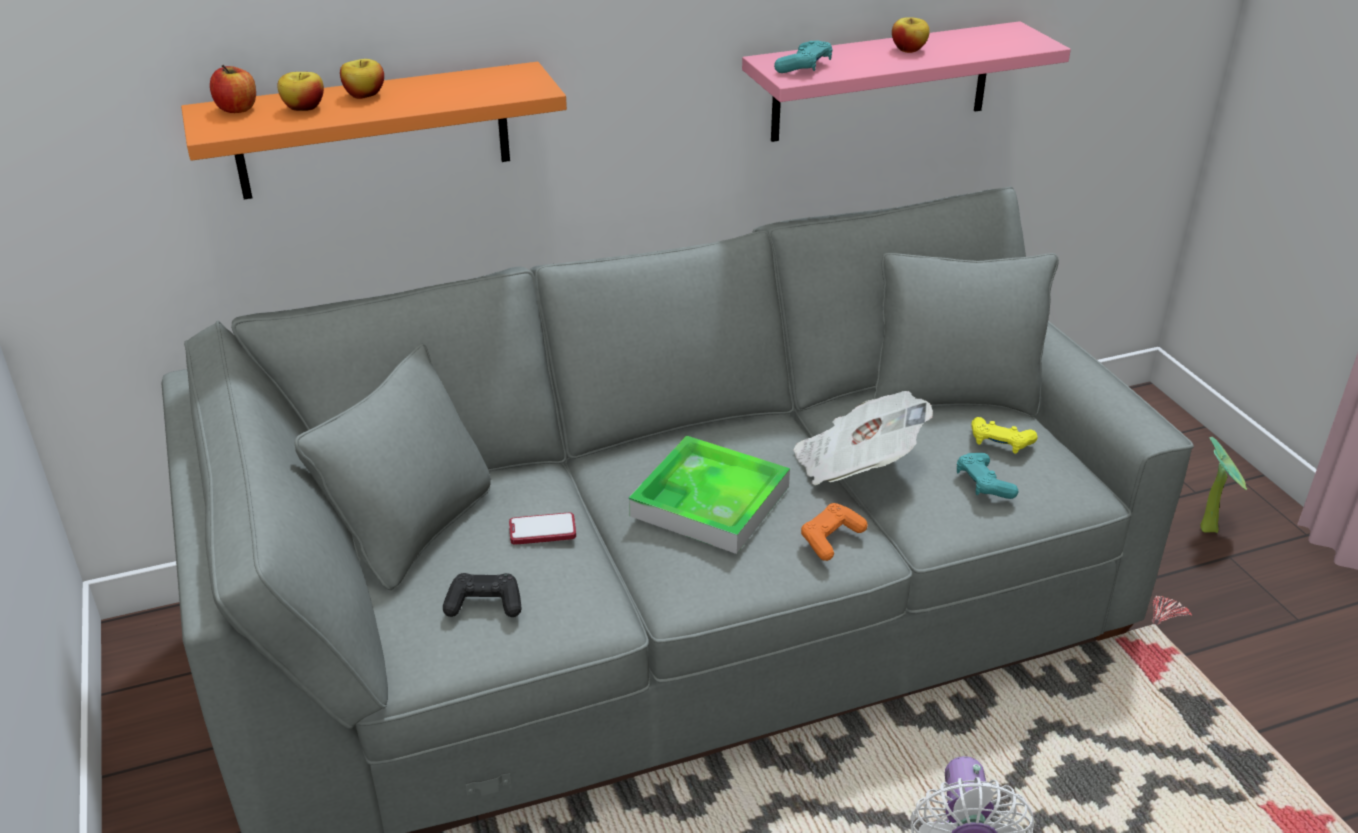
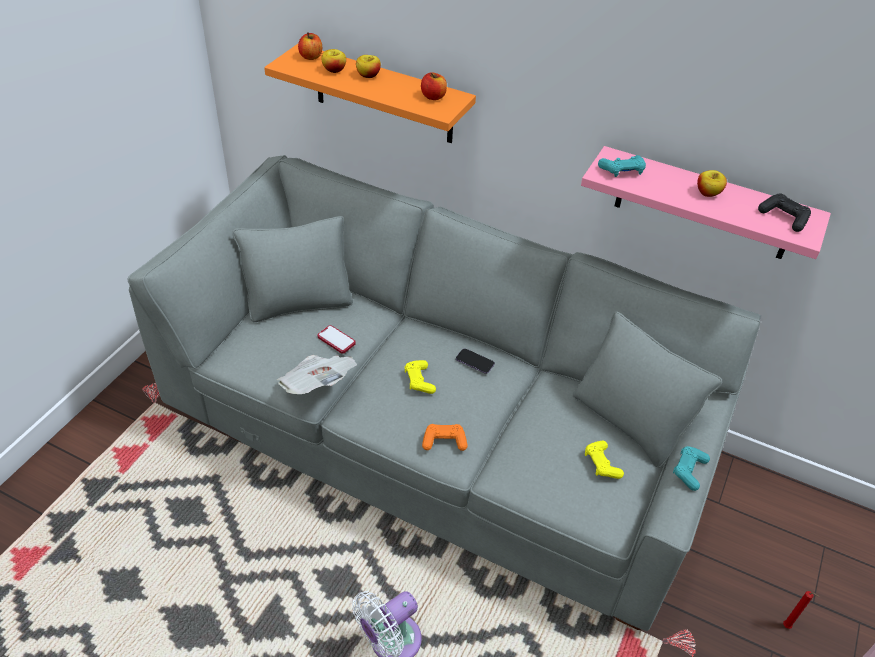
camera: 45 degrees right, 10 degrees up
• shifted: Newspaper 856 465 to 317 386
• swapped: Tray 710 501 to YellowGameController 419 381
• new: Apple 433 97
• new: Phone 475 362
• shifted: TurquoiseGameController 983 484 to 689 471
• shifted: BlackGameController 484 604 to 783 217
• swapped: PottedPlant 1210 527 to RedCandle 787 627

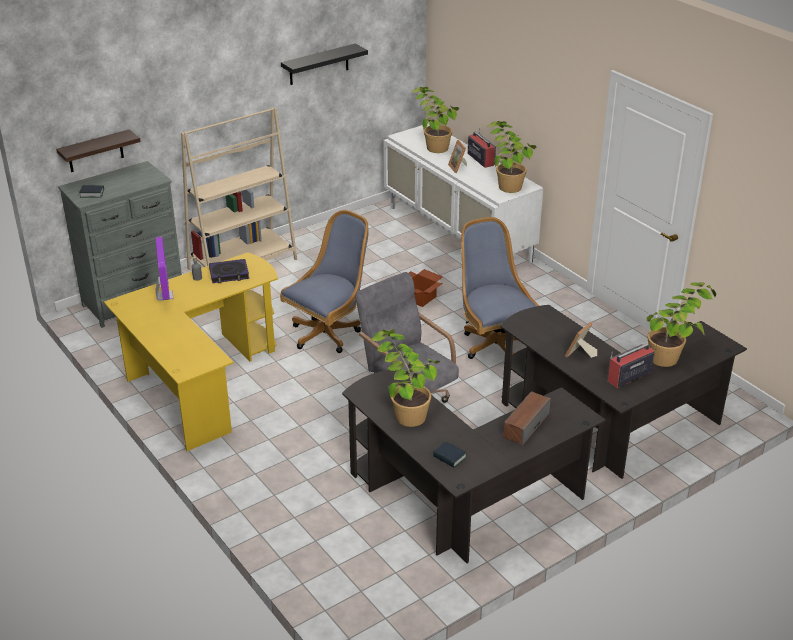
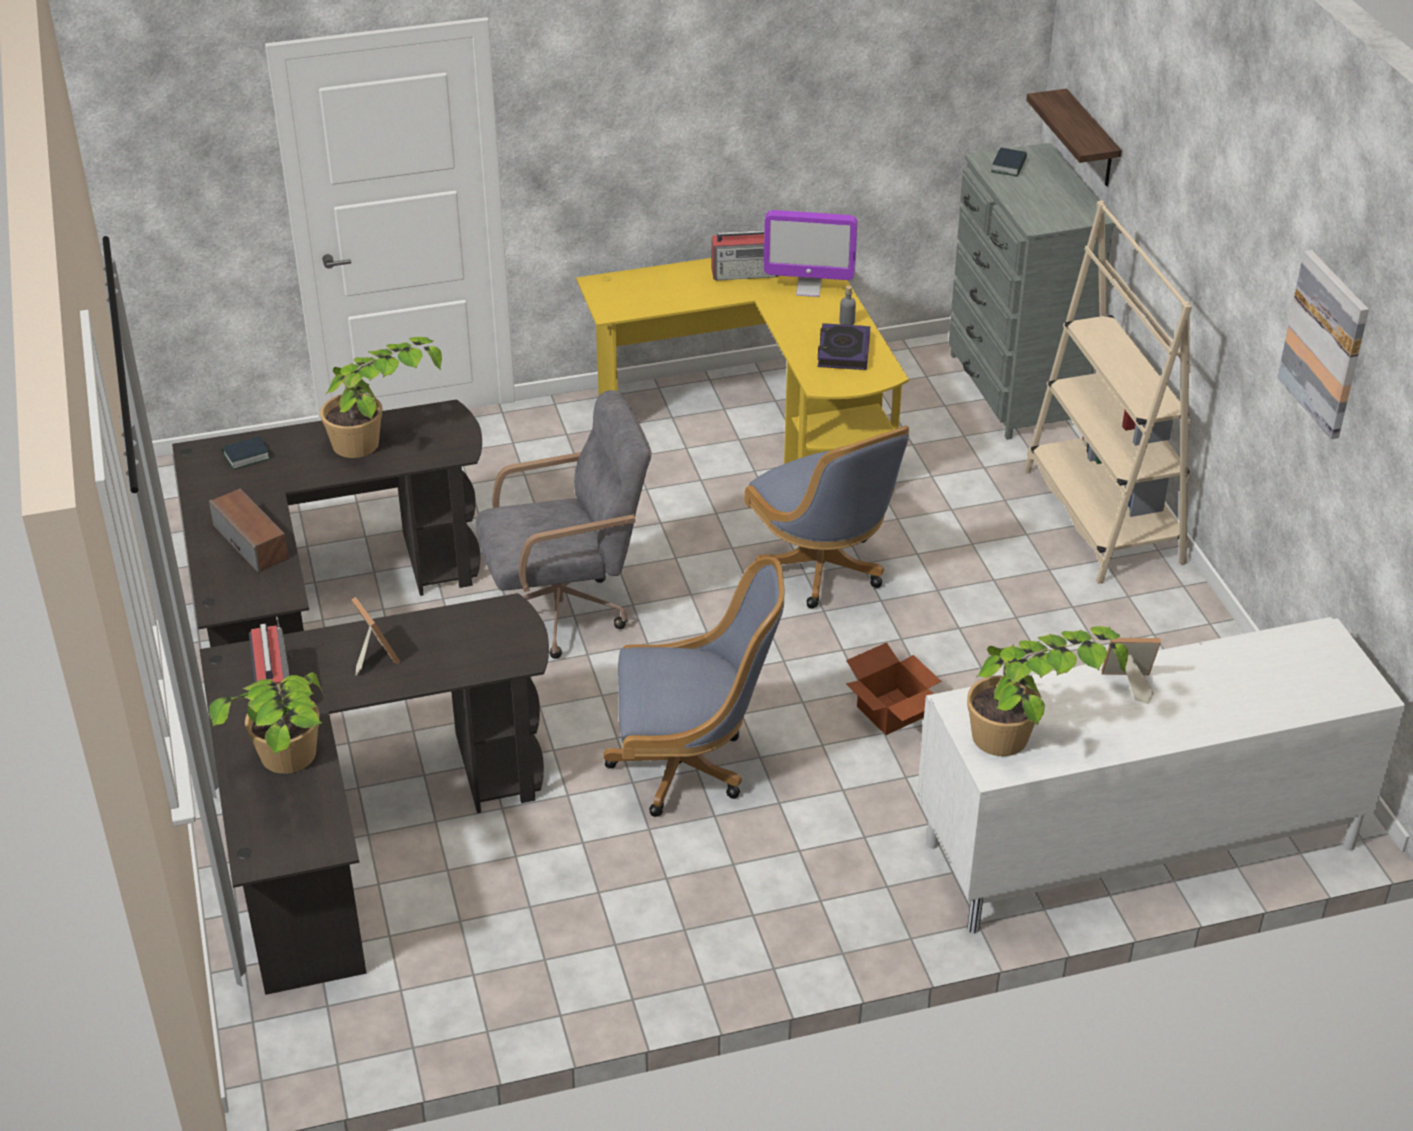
camera: 110 degrees right, 5 degrees up
• shifted: Radio 480 159 to 746 273
• swapped: BlackShelf 319 64 to Picture 1325 344
• gone: PottedPlant 433 143

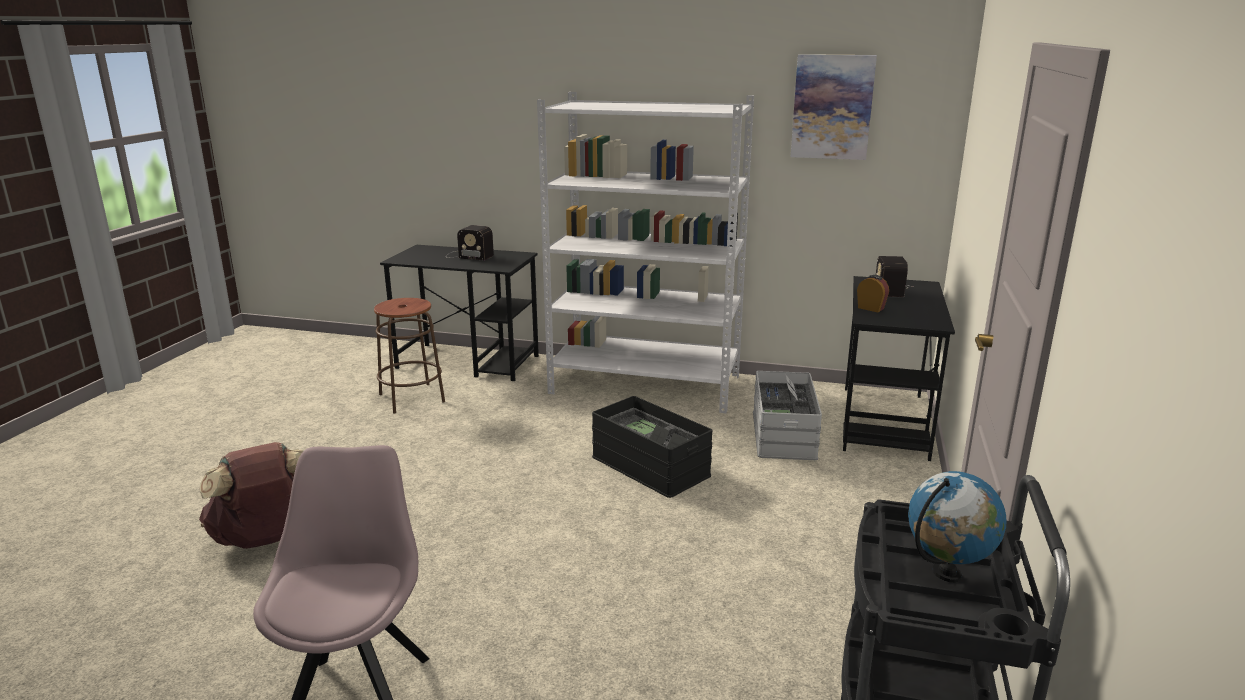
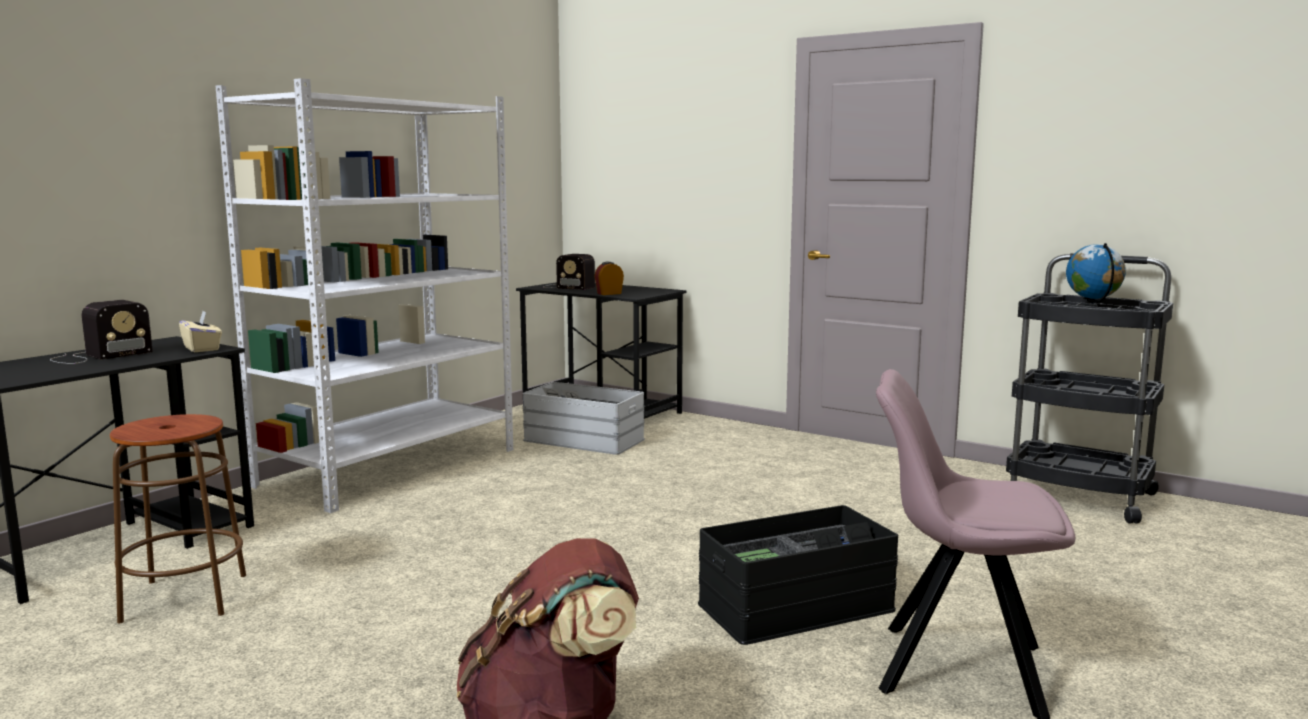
camera: 70 degrees left, 10 degrees down
• new: BeigeTissueBox 202 348
• shifted: BlackStorageBox 651 465 to 795 606
• gone: Picture 832 107

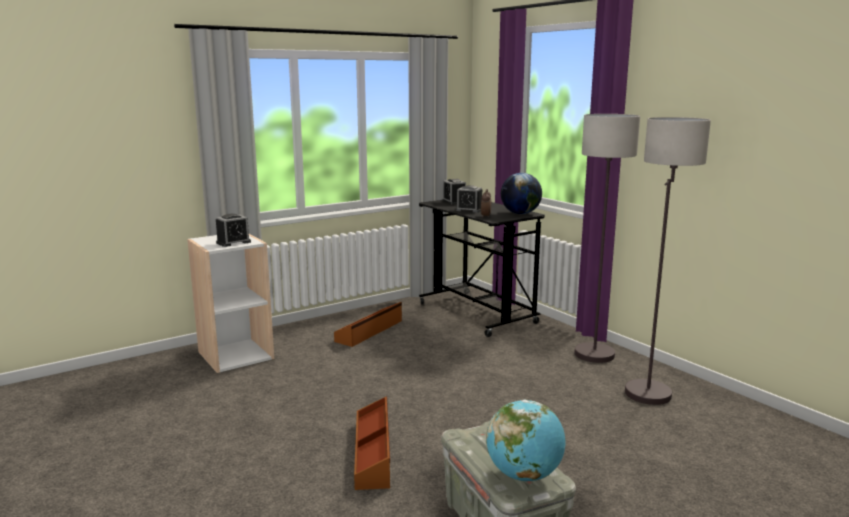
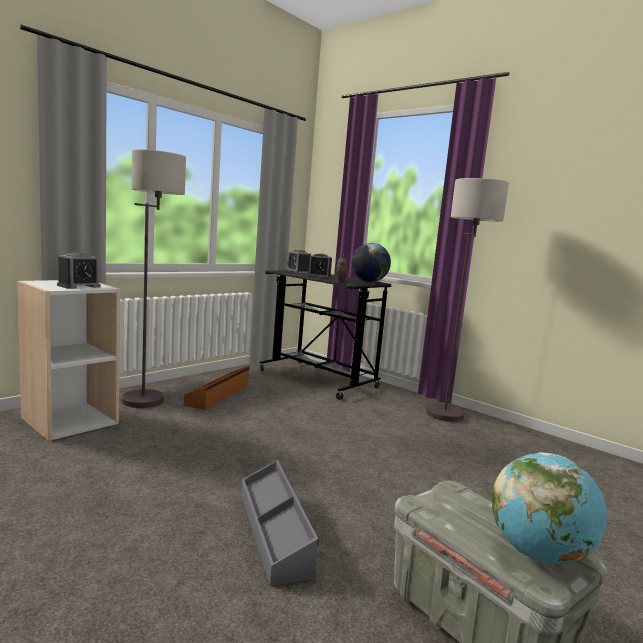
camera: 15 degrees left, 5 degrees down
• shifted: GreyFloorLamp 650 388 to 150 397
• repainted: BrownStorageBox 374 453 to GreyStorageBox 275 531

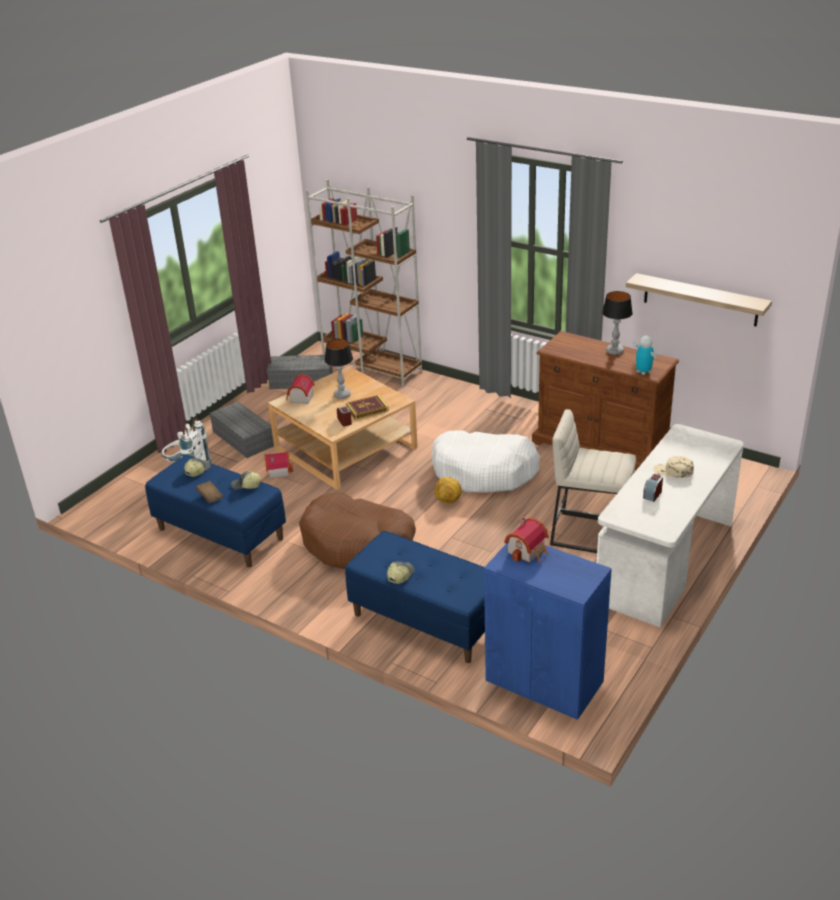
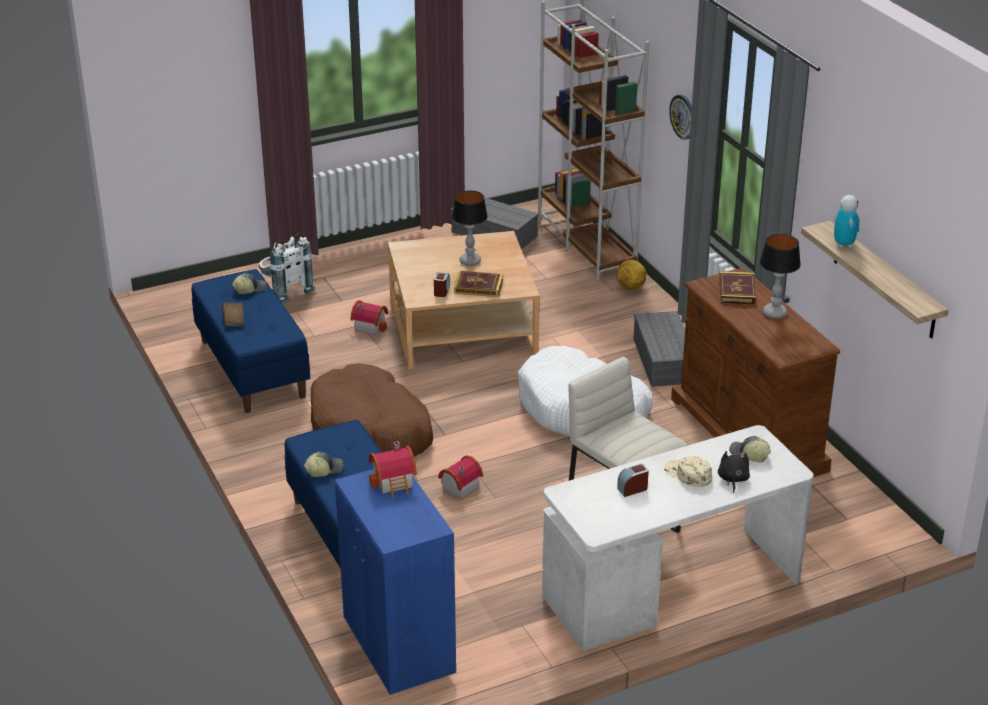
camera: 30 degrees right, 0 degrees up
• shifted: ToyHouse 300 398 to 458 487
• shifted: Football 448 501 to 630 288
• shifted: GreyStorageBox 242 438 to 662 360
• new: WallClock 683 116
• new: BlackPlushToy 733 479
• new: Book 736 291
• shifted: Cap 246 485 to 749 454
• shifted: ToyRobot 643 372 to 844 244

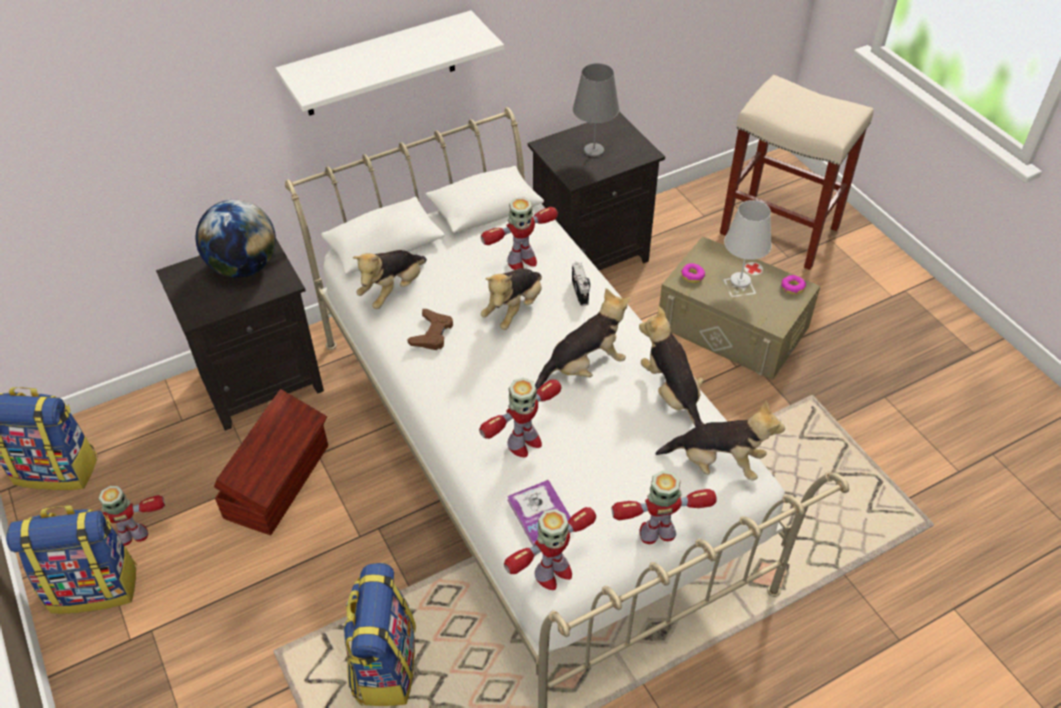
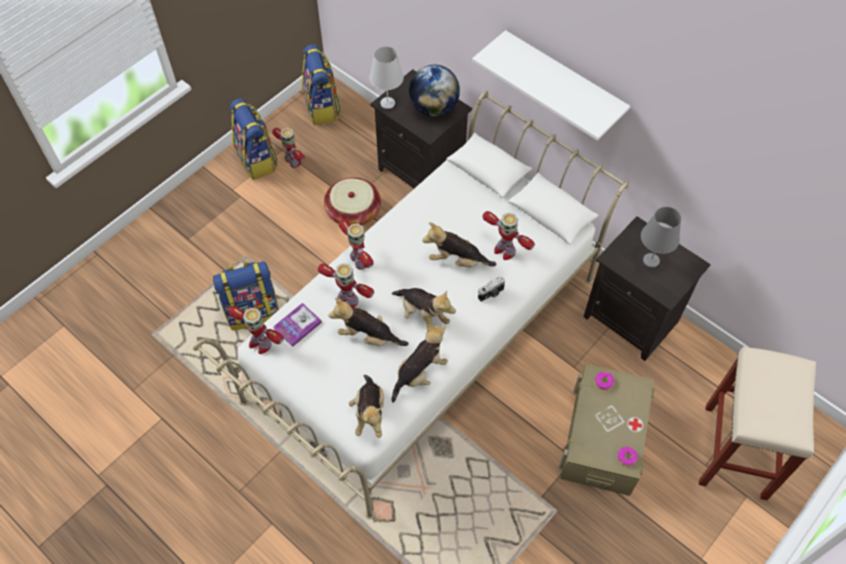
camera: 70 degrees right, 10 degrees up
• swapped: BrownStorageBox 279 481 to Basket 353 212
• shifted: PlushToy 393 290 to 368 336
• shifted: ToyRobot 658 533 to 359 261
• shifted: WhiteTableLamp 740 280 to 387 103
• gone: BrownGameController 432 333

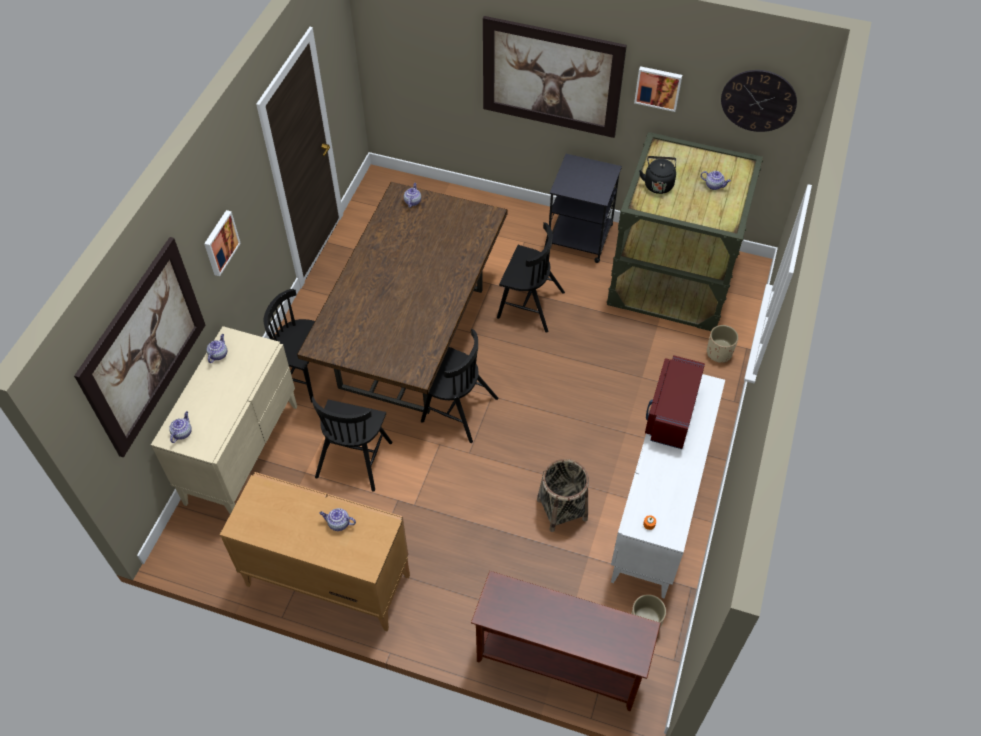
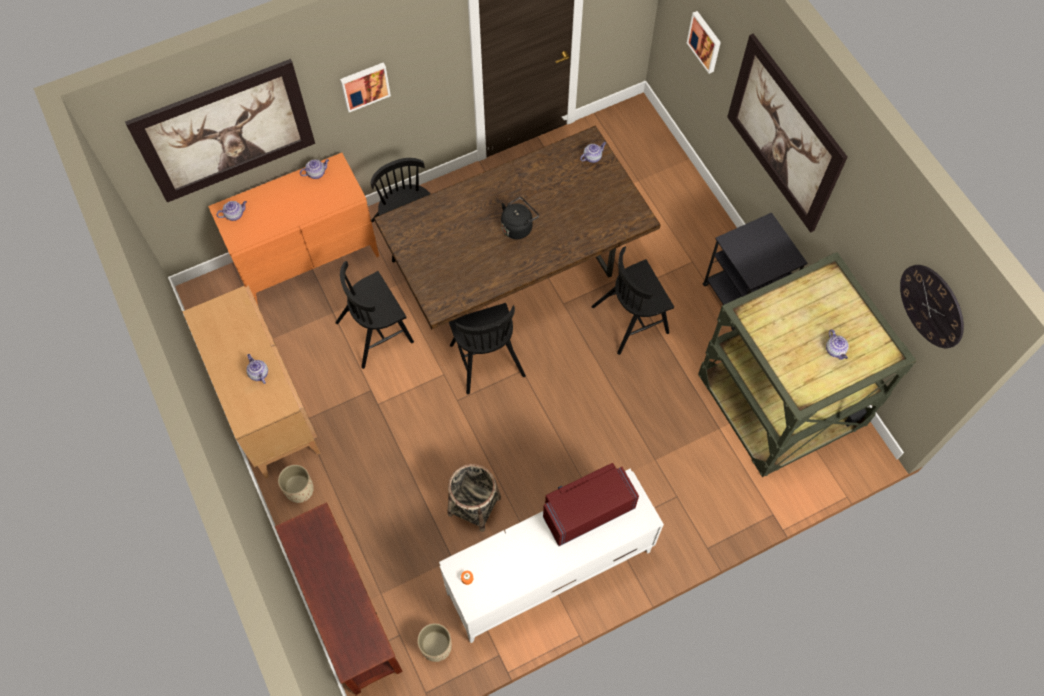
camera: 45 degrees right, 10 degrees up
• repainted: BeigeCabinet 242 454 to OrangeCabinet 308 261
• shifted: BeigePlanter 719 353 to 299 489
• shifted: BlackKettle 658 184 to 518 226
• rotated: BlackChair 527 303 = 634 317 90 degrees clockwise
• shifted: Picture 658 87 to 705 41

